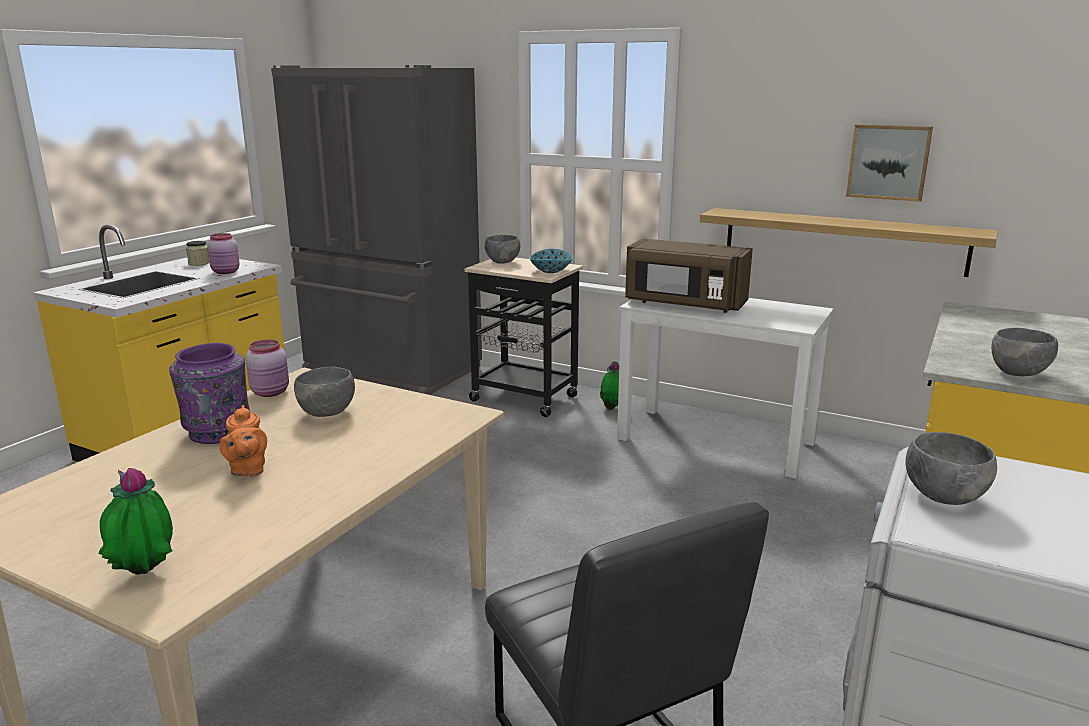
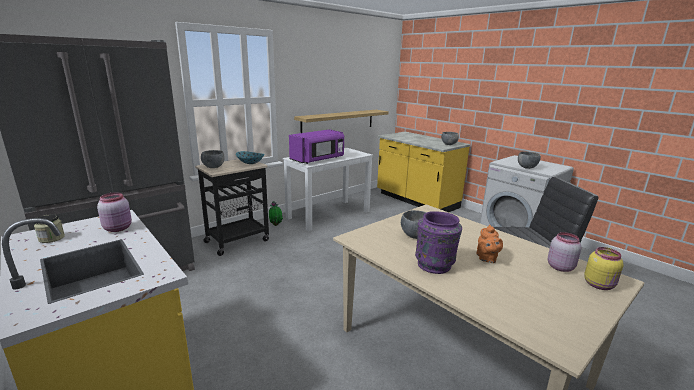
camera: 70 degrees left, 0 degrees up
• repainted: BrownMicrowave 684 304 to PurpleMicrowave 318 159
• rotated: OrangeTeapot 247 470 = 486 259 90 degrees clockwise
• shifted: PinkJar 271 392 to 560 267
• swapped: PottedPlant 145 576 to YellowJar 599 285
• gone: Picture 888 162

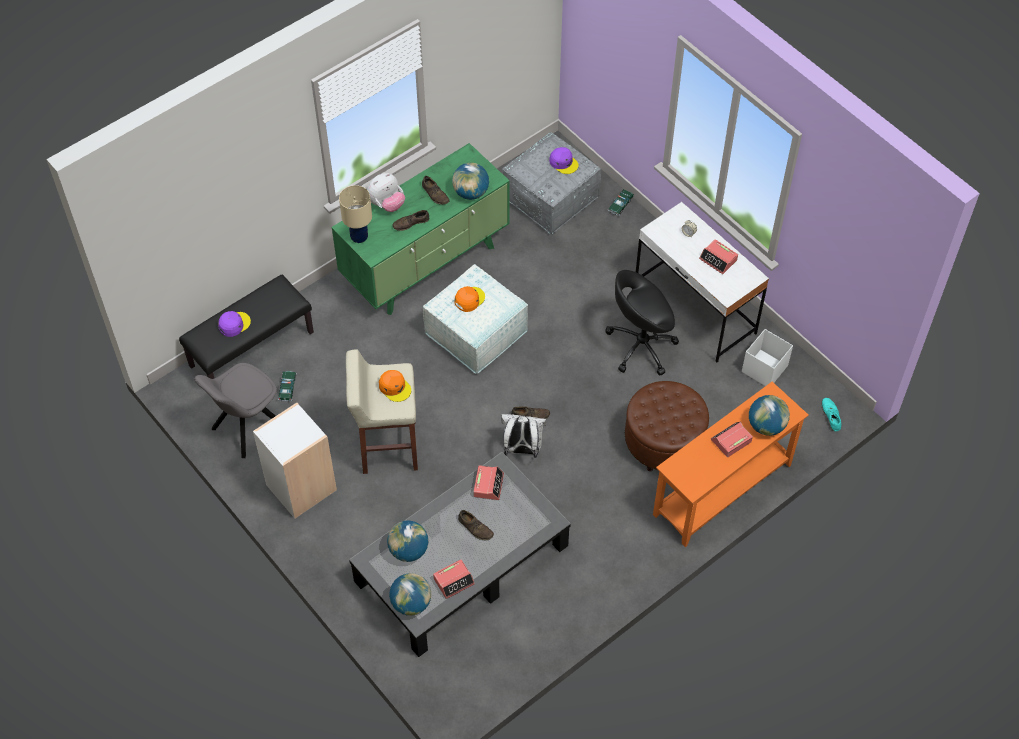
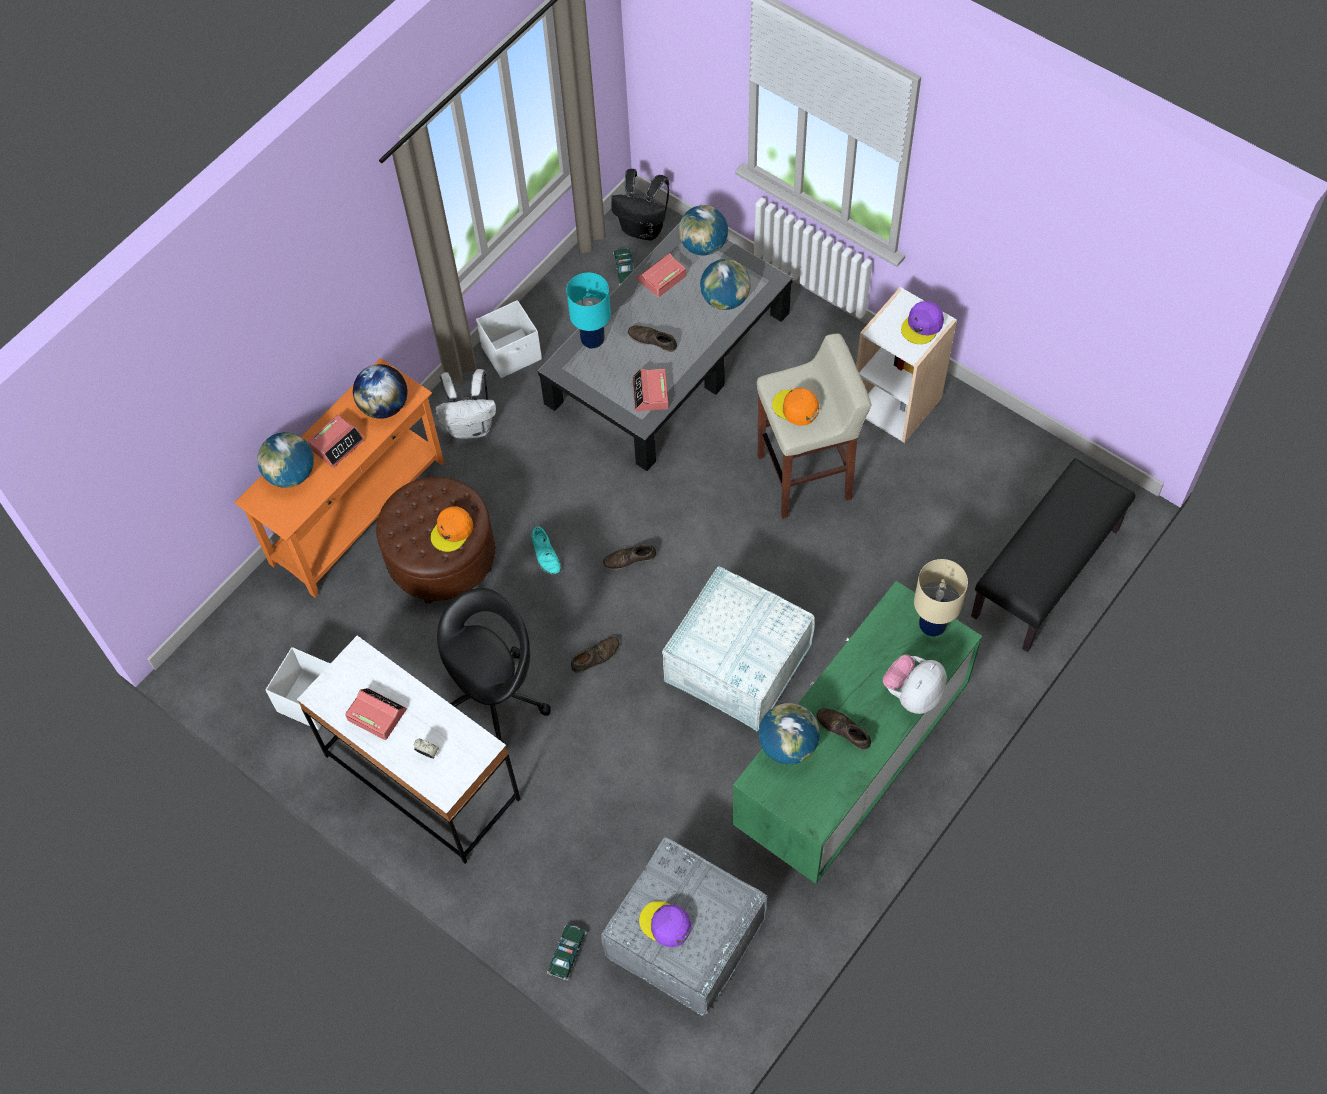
camera: 170 degrees right, 5 degrees up
• new: Globe 384 406
• shifted: OrangeCap 469 299 to 452 531
• shifted: WhiteBackpack 522 449 to 471 426
• new: WhiteStorageBox 512 353
• shifted: TurquoiseShoe 831 416 to 546 554
• new: TurquoiseTableLamp 593 340
• shifted: BrownShoe 411 223 to 595 656
• new: BlackBackpack 643 229
• shifted: ToyCar 287 388 to 625 270
• shifted: PurpleCap 234 324 to 922 325
• gone: GreyChair 247 427

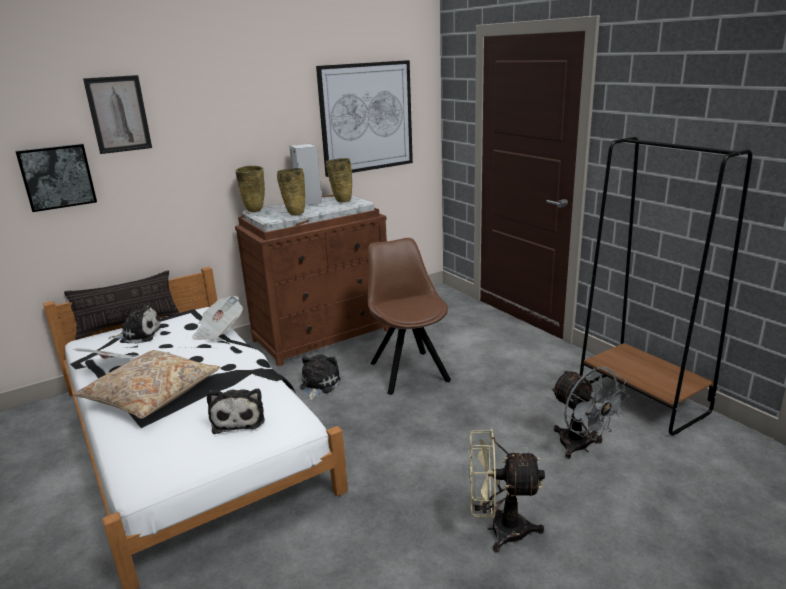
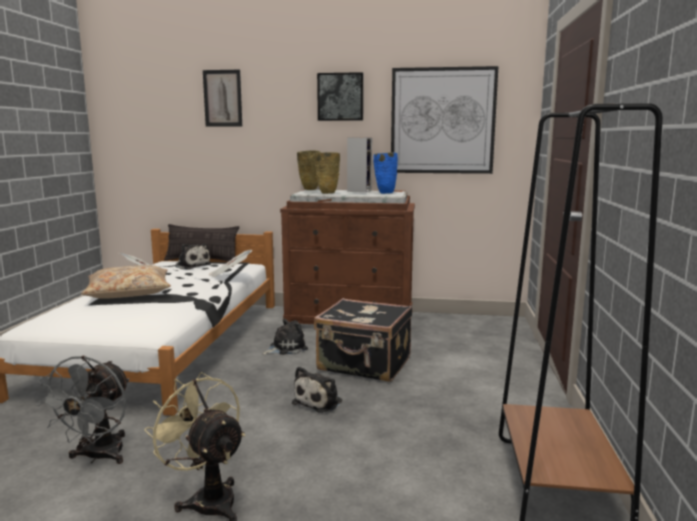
camera: 40 degrees right, 10 degrees down
• shifted: GreyFan 581 447 to 98 457
• shifted: PlushToy 239 418 to 319 401
• swapped: BrownChair 408 372 to BlackSuitcase 364 365
• shifted: Picture 57 176 to 340 97
• repainted: BeigeVase 341 201 to BlueVase 385 193

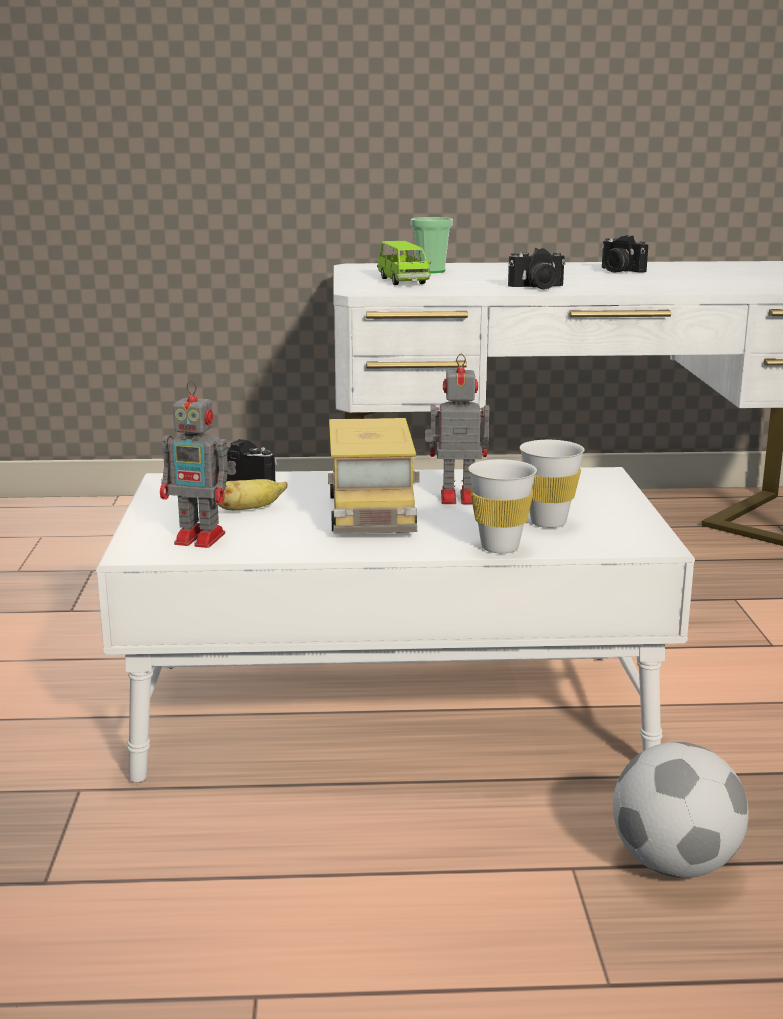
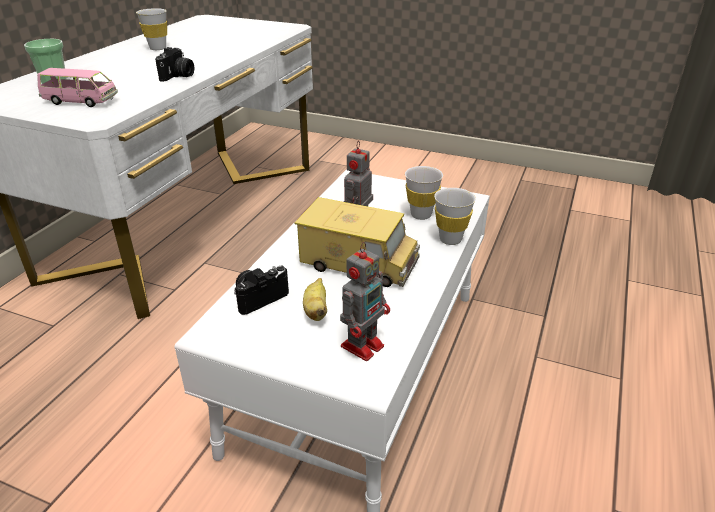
camera: 65 degrees left, 15 degrees up
• repainted: GreenToyCar 403 281 to PinkToyCar 81 101
• swapped: PhotoCamera 618 271 to WhiteCup 158 48
• gone: Football 675 864

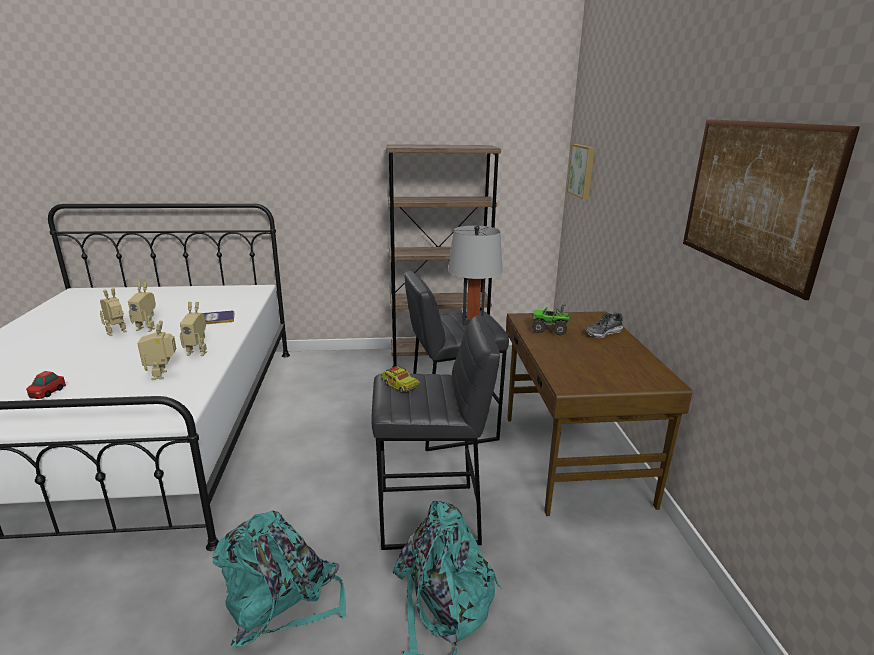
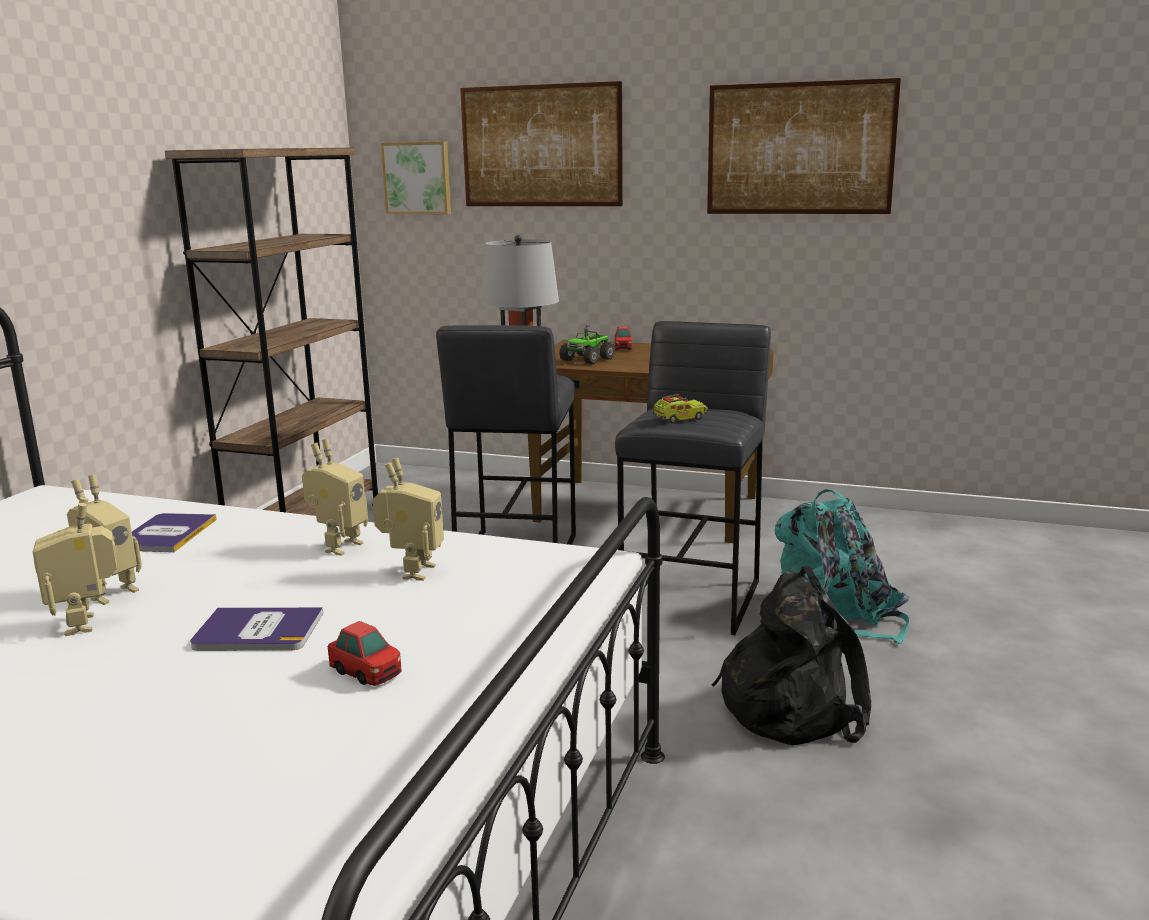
camera: 65 degrees left, 5 degrees down
• new: Book 258 631
• rotated: ToyRobot 163 375 = 412 571 90 degrees counterclockwise
• new: Picture 541 146
• swapped: Shoe 603 333 to ToyCar 623 348
• repainted: TurquoiseBackpack 282 601 to BlackBackpack 792 707

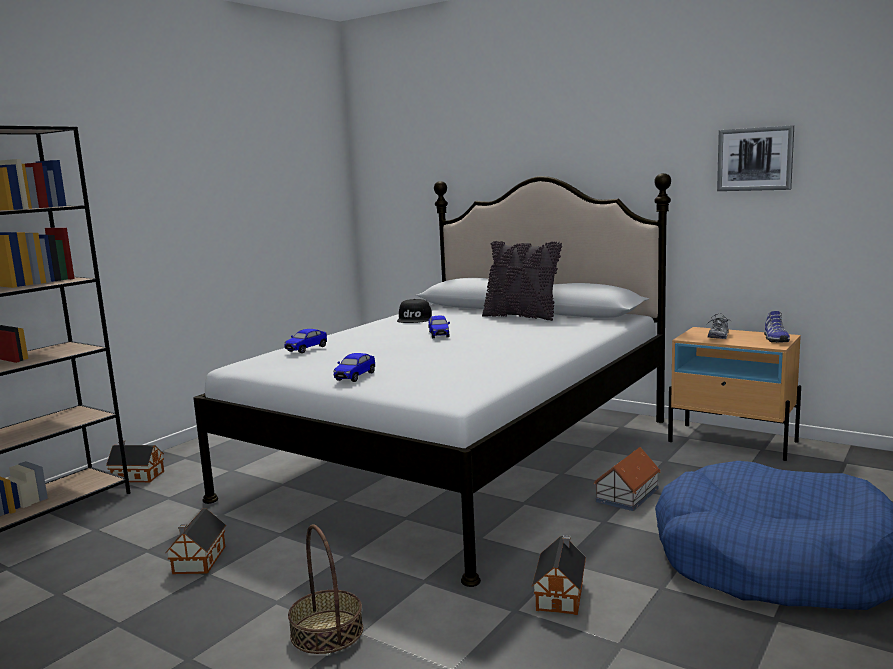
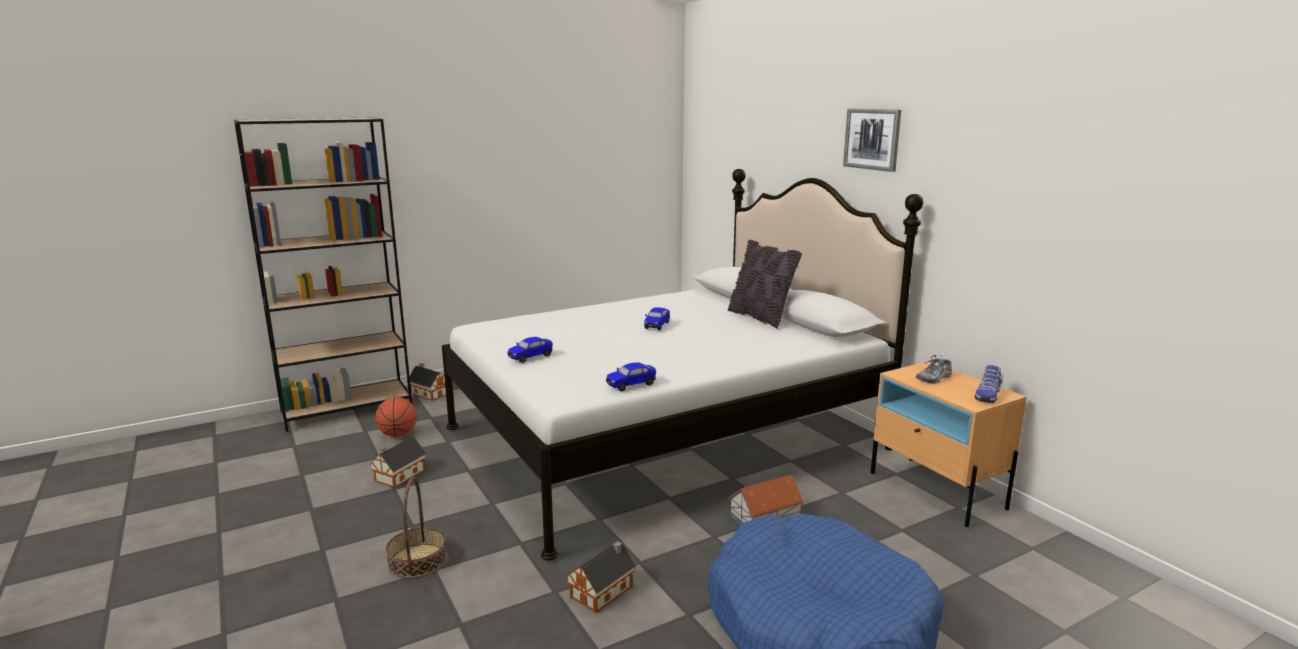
camera: 25 degrees right, 5 degrees up
• new: Basketball 398 434
• shifted: ToyCar 306 349 to 631 385
• shifted: Picture 755 159 to 872 139
• gone: BlackCap 415 319

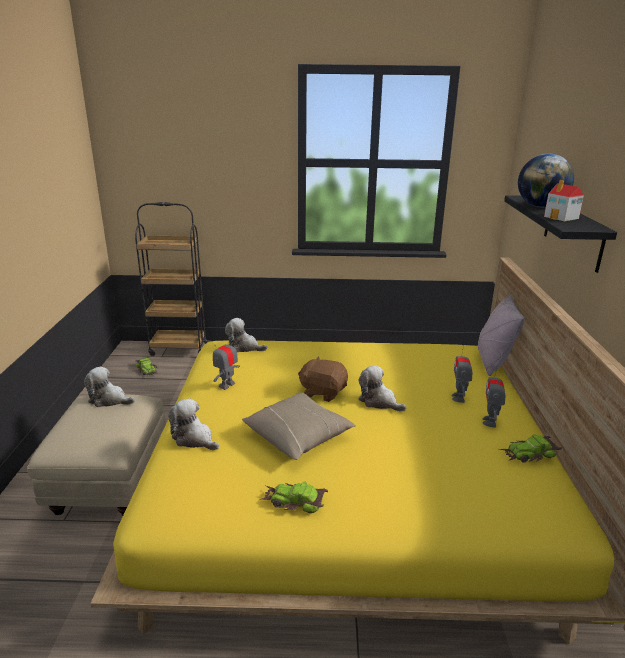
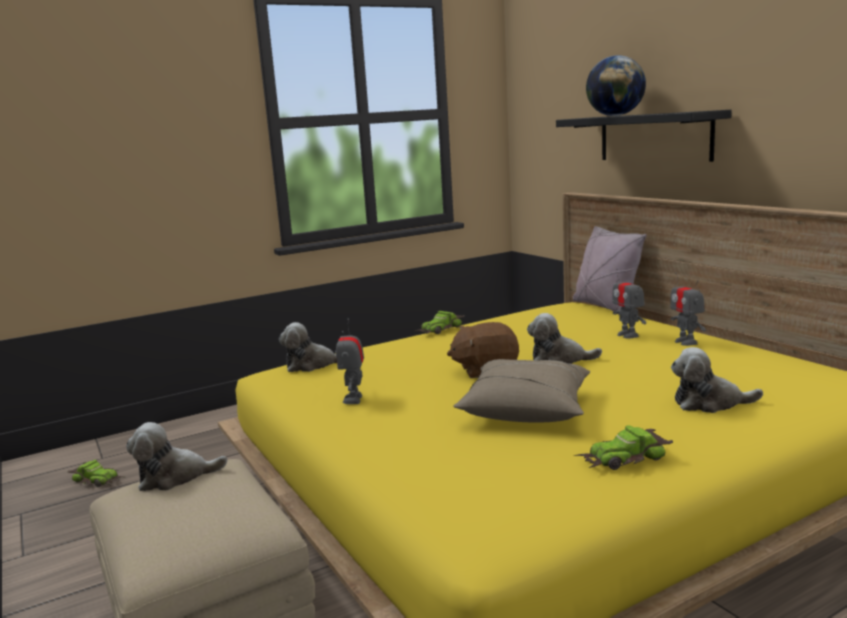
camera: 30 degrees left, 10 degrees down
• shifted: ToyCar 529 454 to 440 329
• shifted: PlushToy 194 439 to 709 403
• gone: BrownCart 179 350
• gone: ToyHouse 561 217

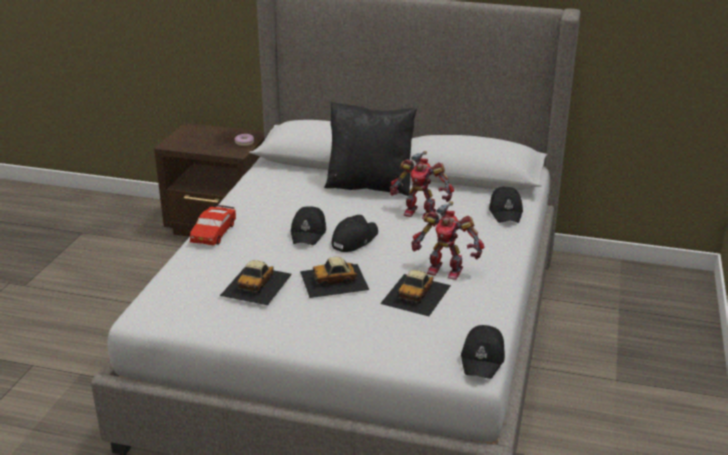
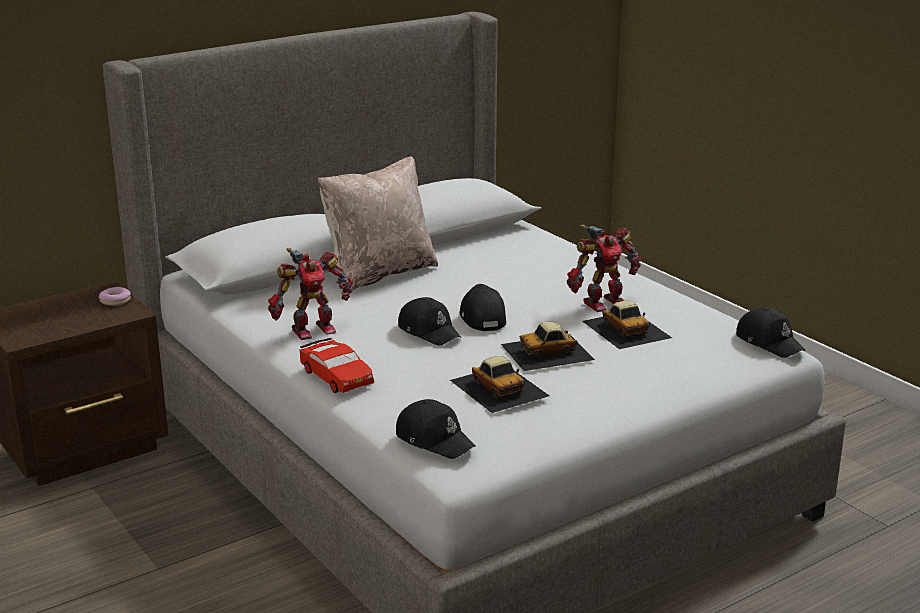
camera: 50 degrees left, 5 degrees down
• shifted: ToyRobot 420 212 to 312 329
• repainted: BlackPillow 370 185 to BeigePillow 379 274
• shifted: BlackCap 506 211 to 435 439
• rotated: ToyCar 334 280 = 548 352 45 degrees clockwise

